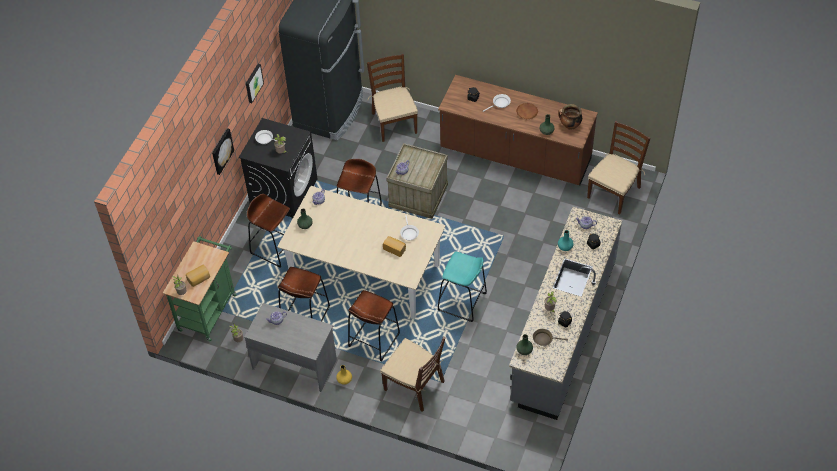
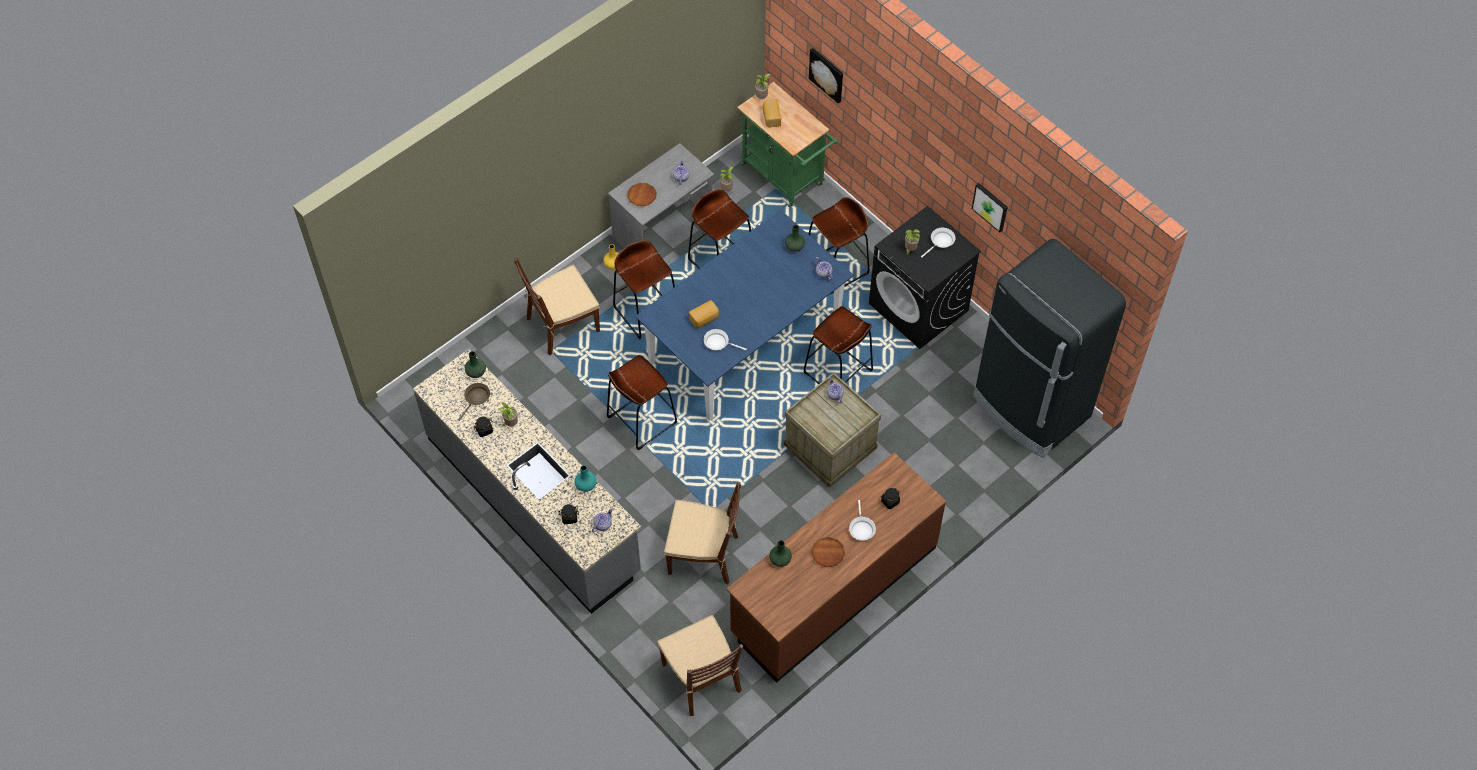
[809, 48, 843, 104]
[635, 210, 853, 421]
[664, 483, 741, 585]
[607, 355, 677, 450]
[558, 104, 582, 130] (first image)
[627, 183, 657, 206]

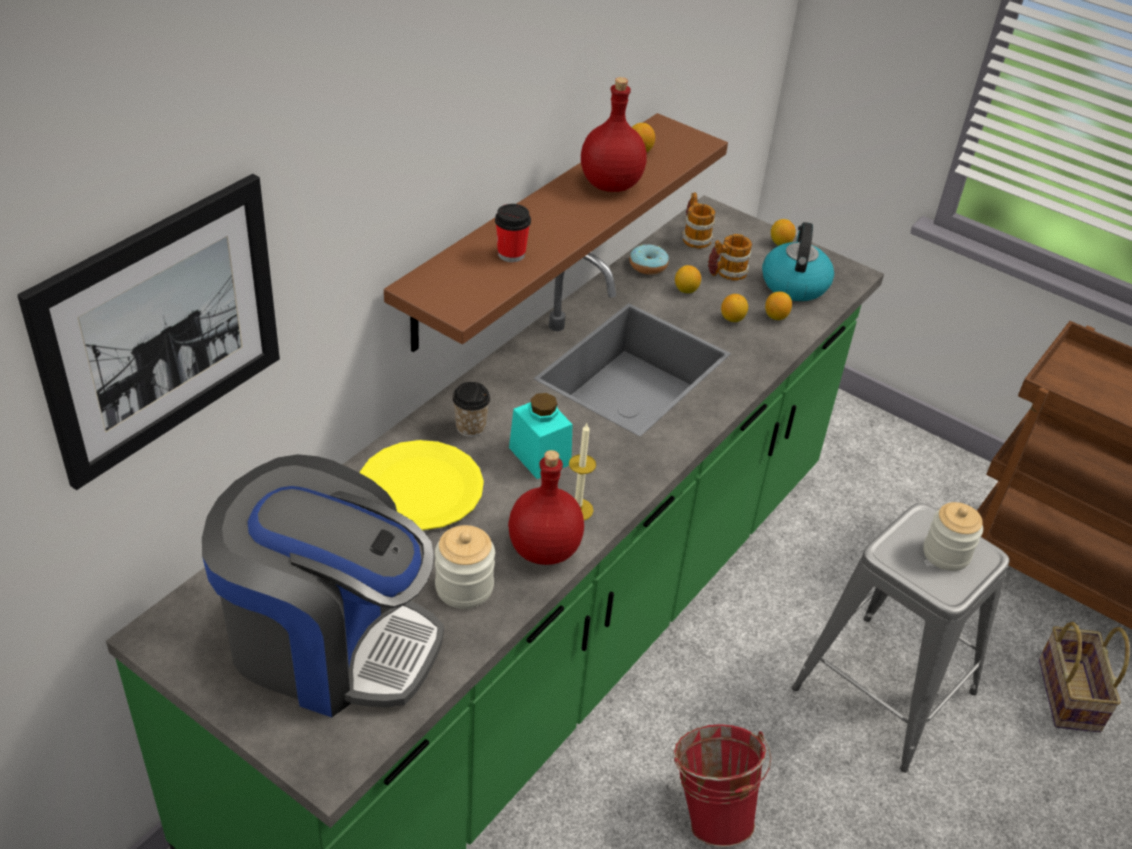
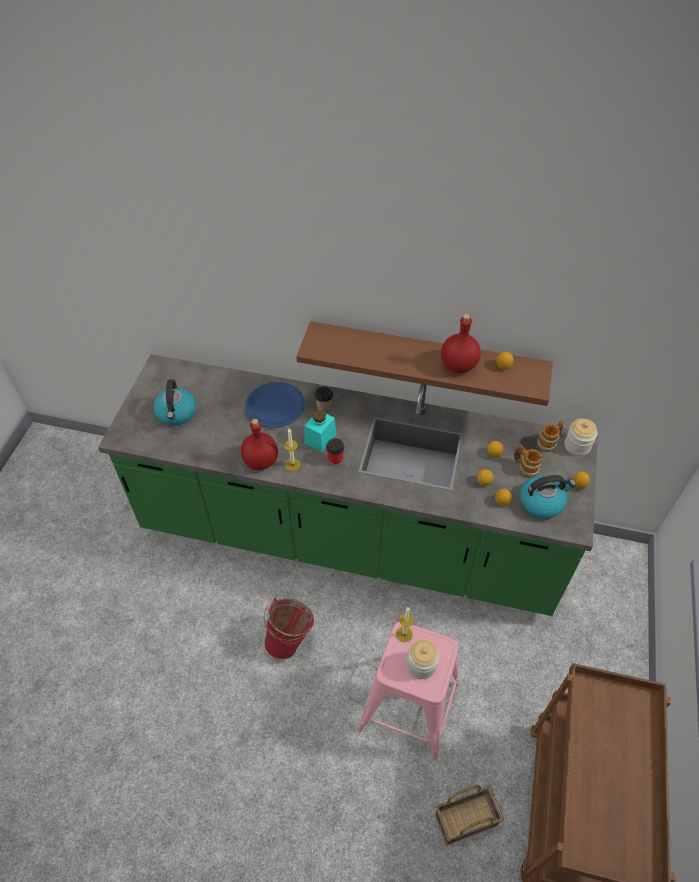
[17, 174, 280, 490] (first image)
[153, 379, 196, 425]
[245, 382, 305, 428]
[564, 418, 597, 456]
[326, 438, 344, 465]
[629, 244, 669, 275] (first image)
[358, 622, 459, 760]
[396, 607, 414, 642]

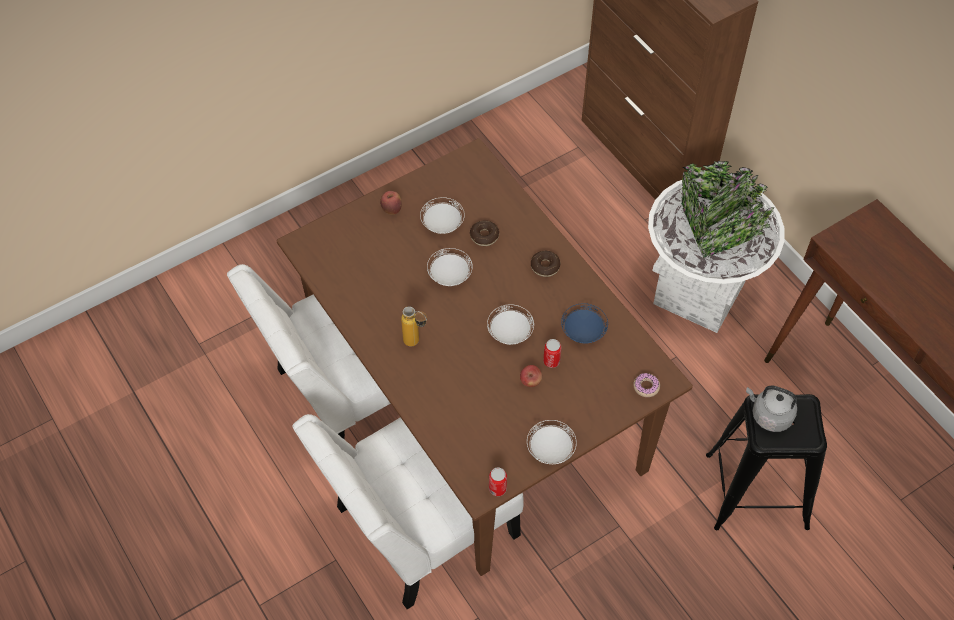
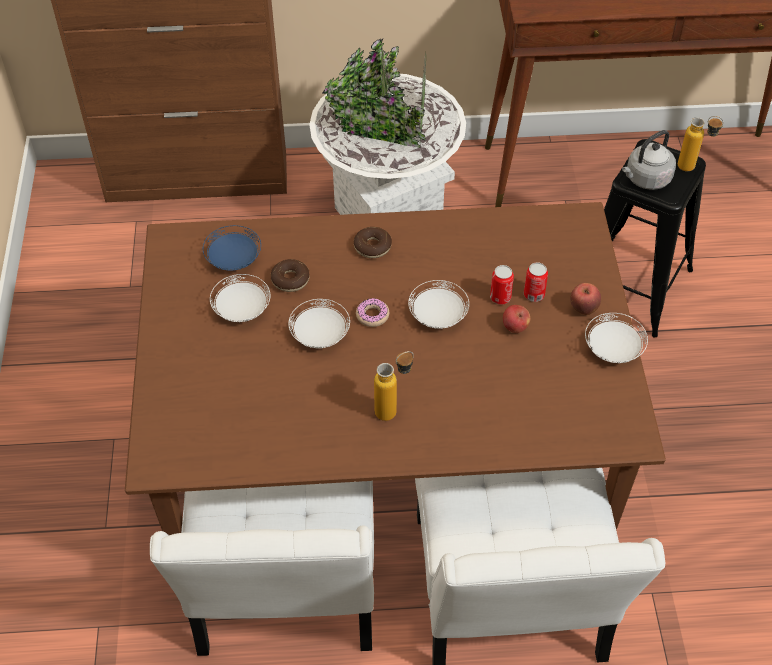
[570, 283, 601, 315]
[524, 262, 548, 302]
[203, 225, 261, 271]
[356, 298, 389, 327]
[678, 116, 724, 171]

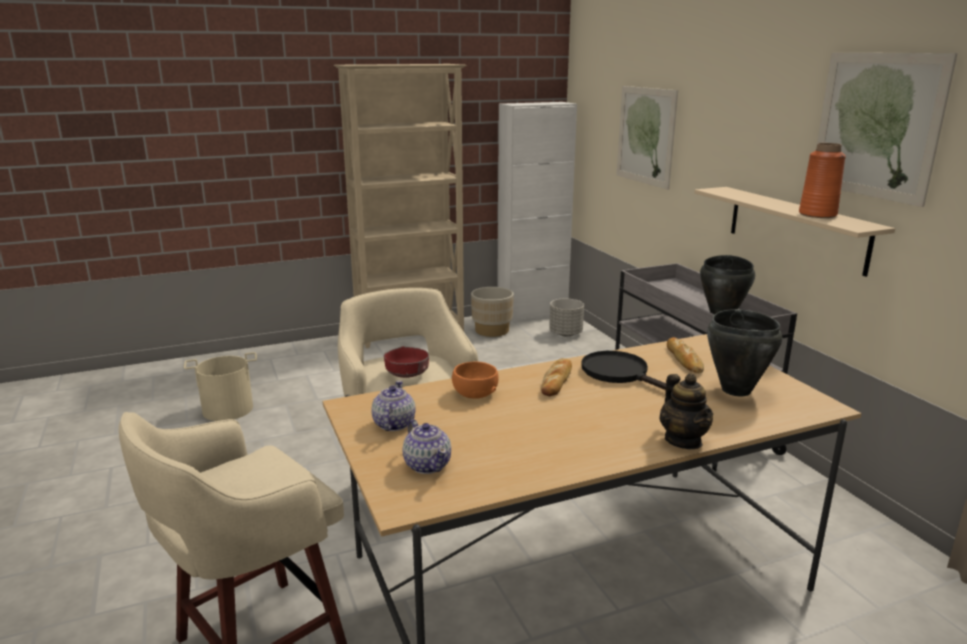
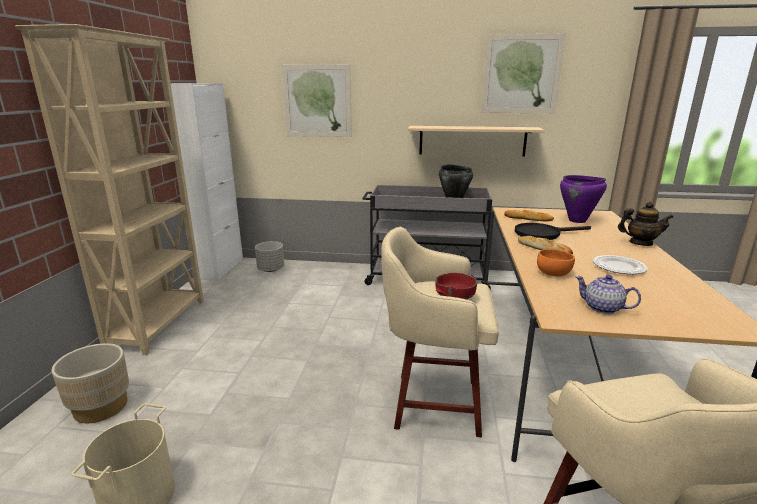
[402, 419, 451, 474] (first image)
[52, 343, 129, 423]
[560, 175, 607, 223]
[799, 143, 846, 218] (first image)
[593, 255, 648, 274]

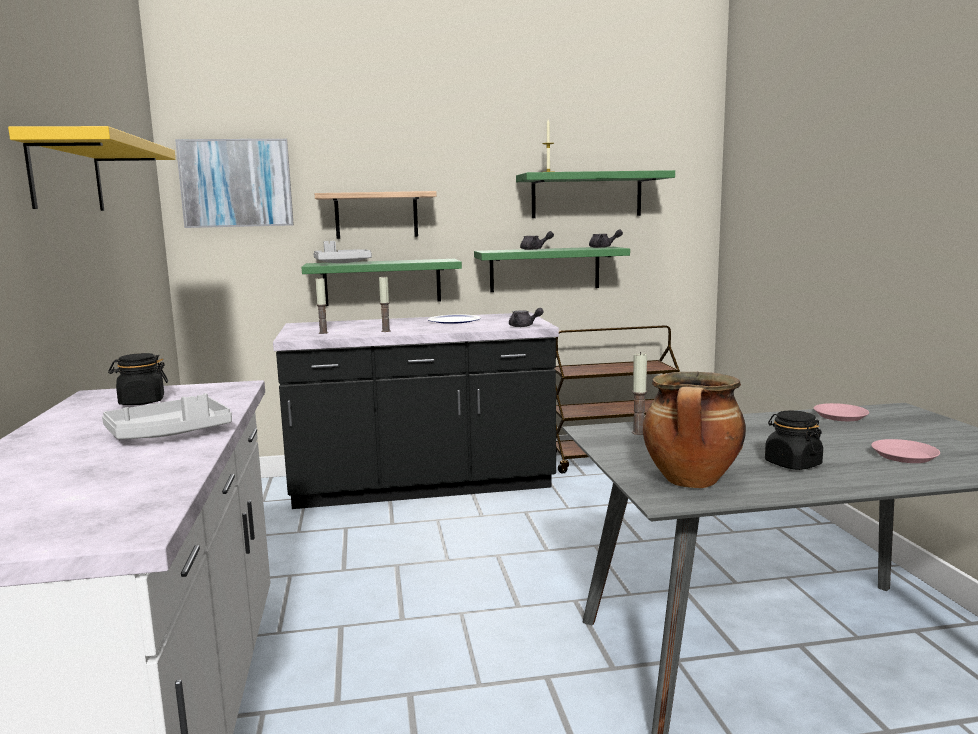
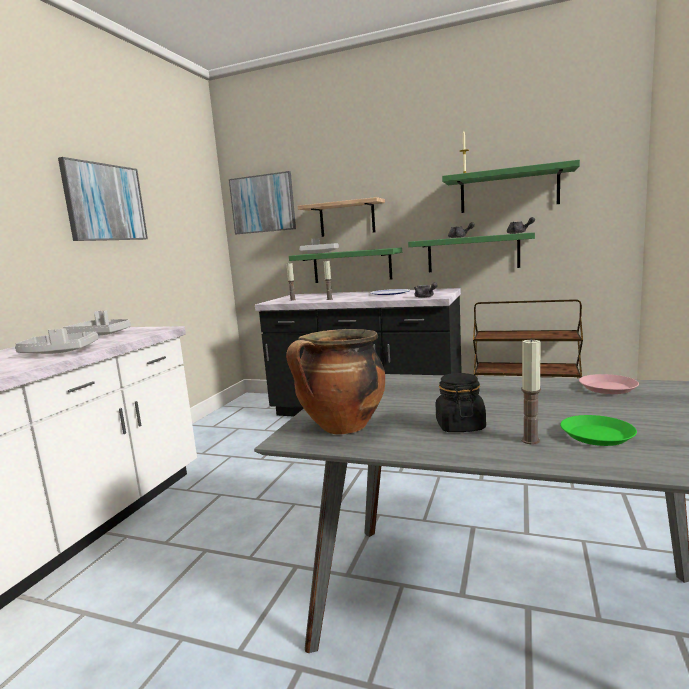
[58, 157, 148, 241]
[63, 310, 131, 335]
[521, 338, 541, 445]
[560, 415, 637, 446]

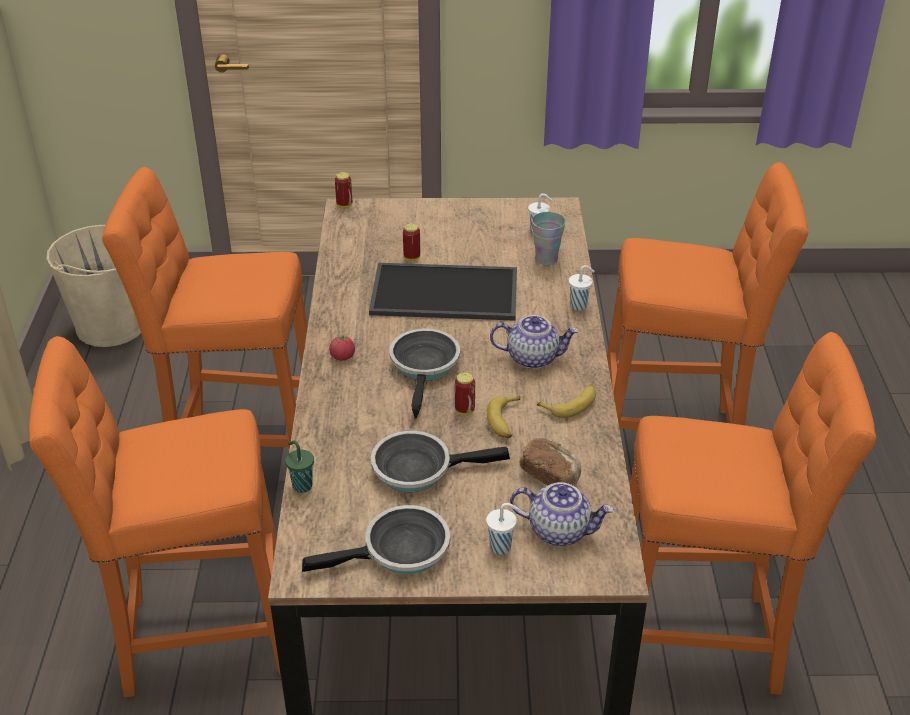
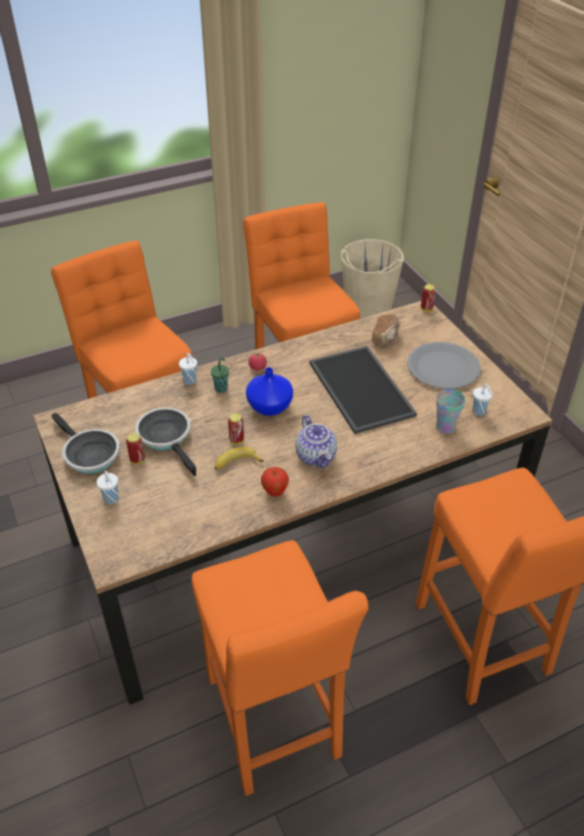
[211, 358, 229, 393]
[246, 367, 293, 416]
[126, 433, 145, 464]
[510, 482, 614, 546] (first image)
[372, 314, 400, 347]
[261, 467, 289, 496]
[179, 353, 197, 385]
[407, 342, 481, 389]

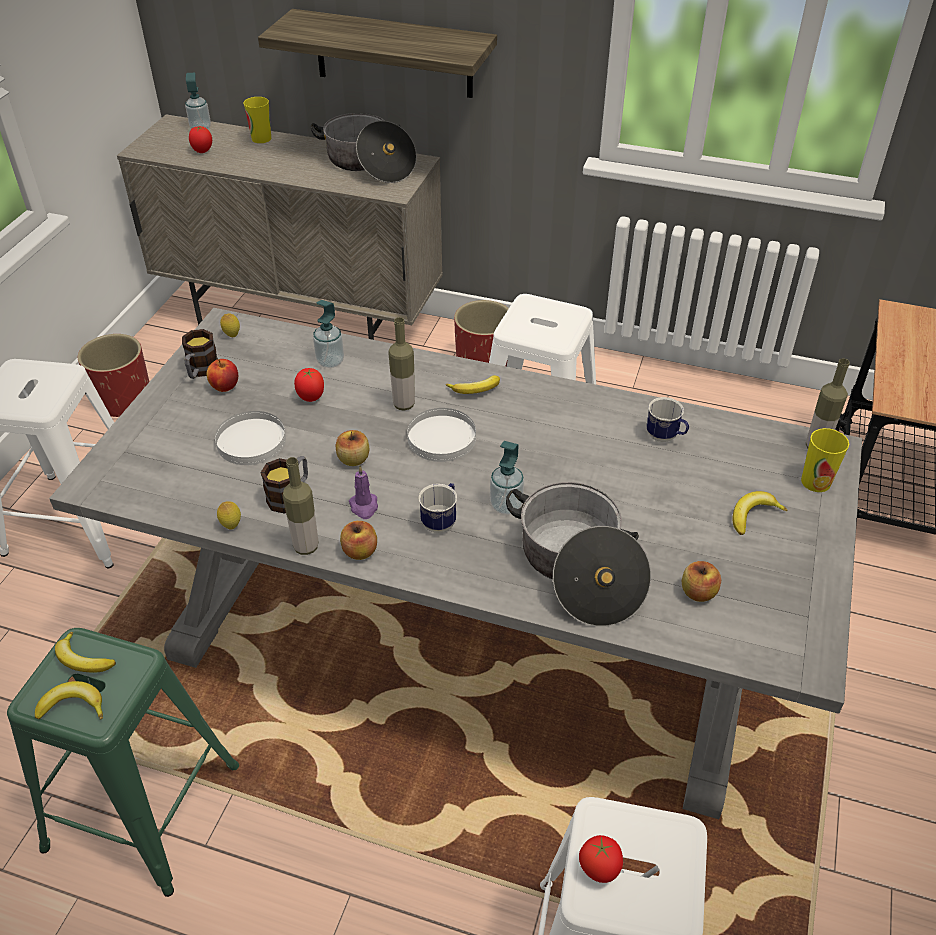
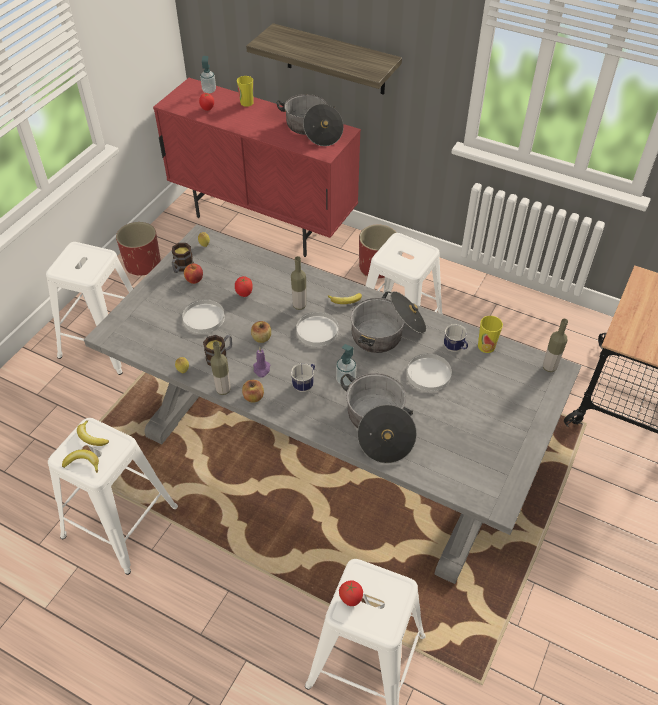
[48, 418, 178, 575]
[153, 78, 361, 257]
[313, 300, 344, 368] (first image)
[682, 561, 721, 602] (first image)
[733, 491, 787, 535] (first image)
[478, 316, 503, 353]
[350, 291, 426, 353]
[407, 353, 452, 392]

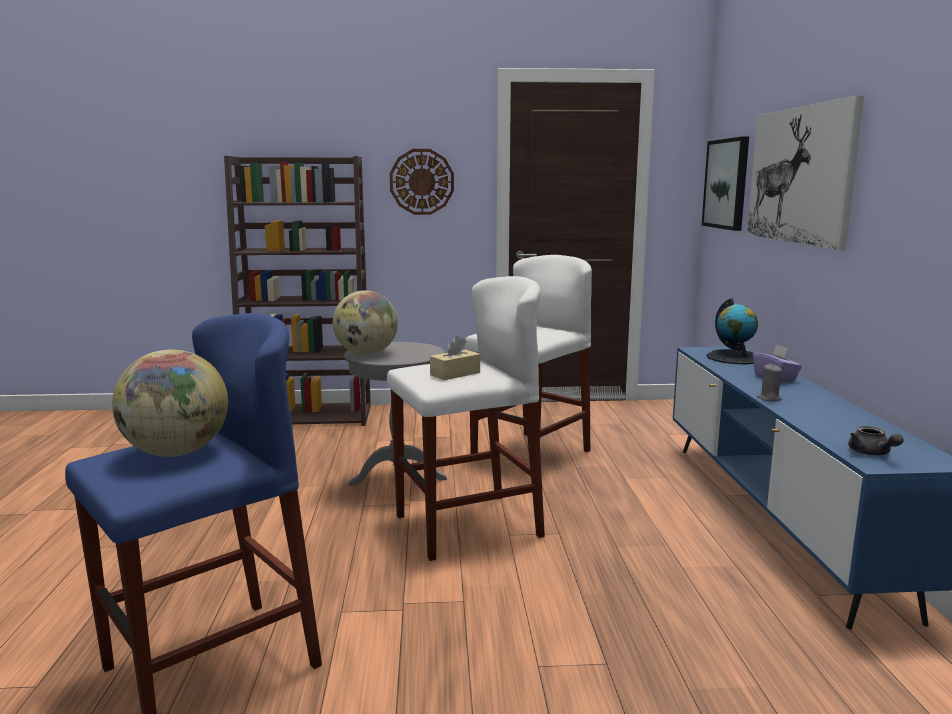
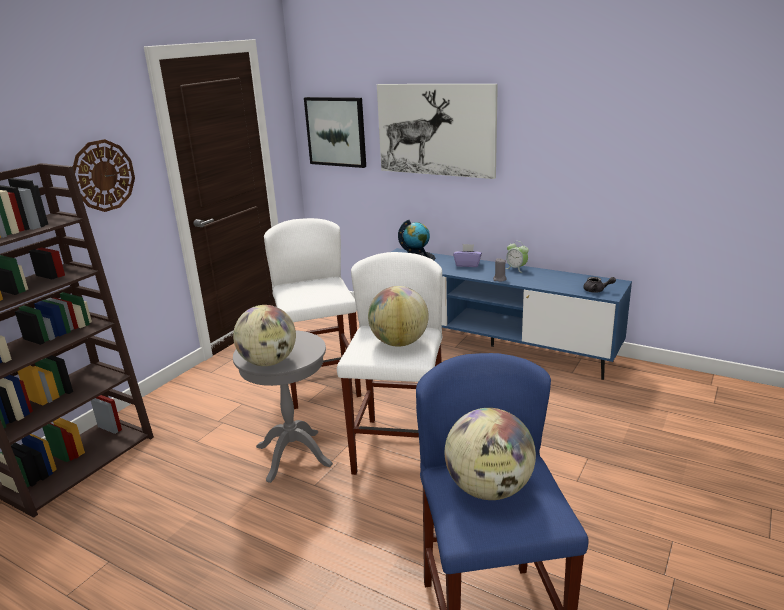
[368, 286, 429, 347]
[506, 241, 529, 273]

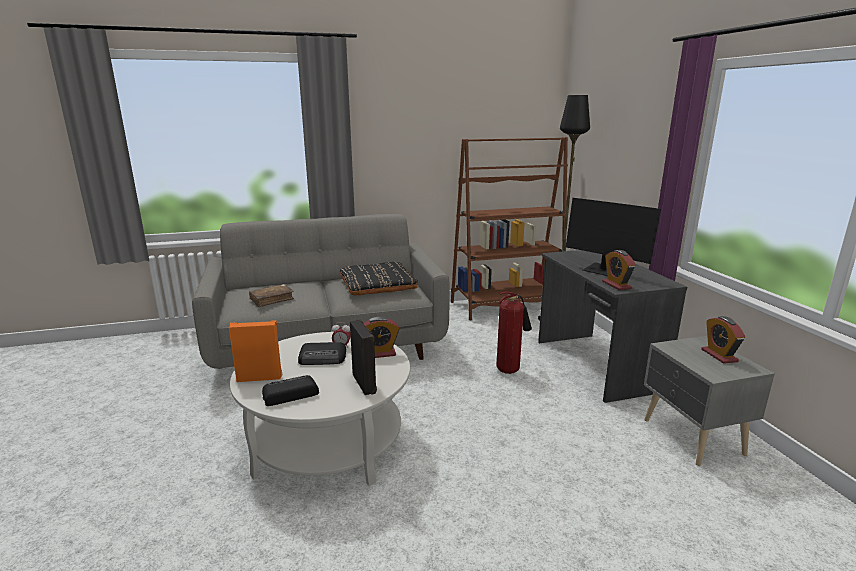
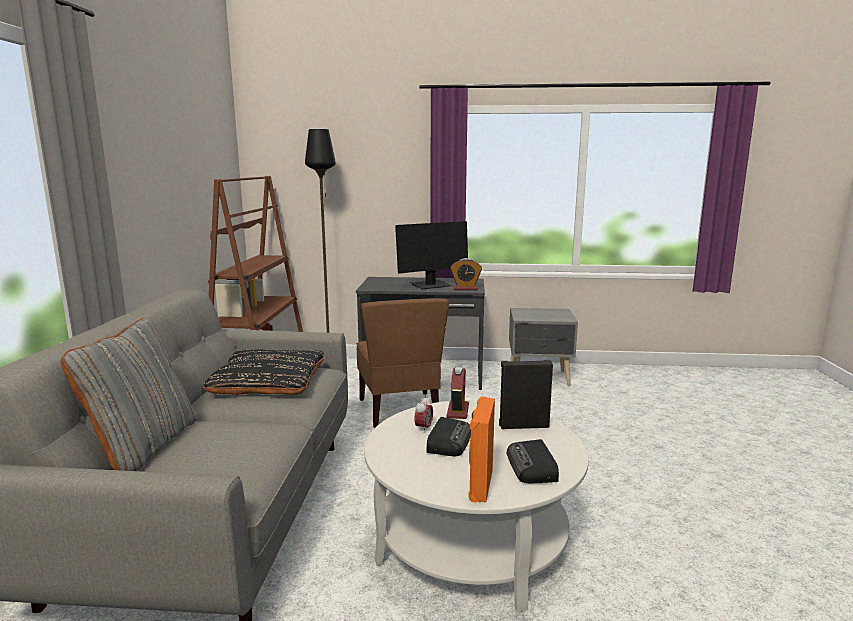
[249, 284, 294, 307] (first image)
[356, 298, 449, 428]
[701, 316, 745, 364] (first image)
[61, 318, 198, 471]

